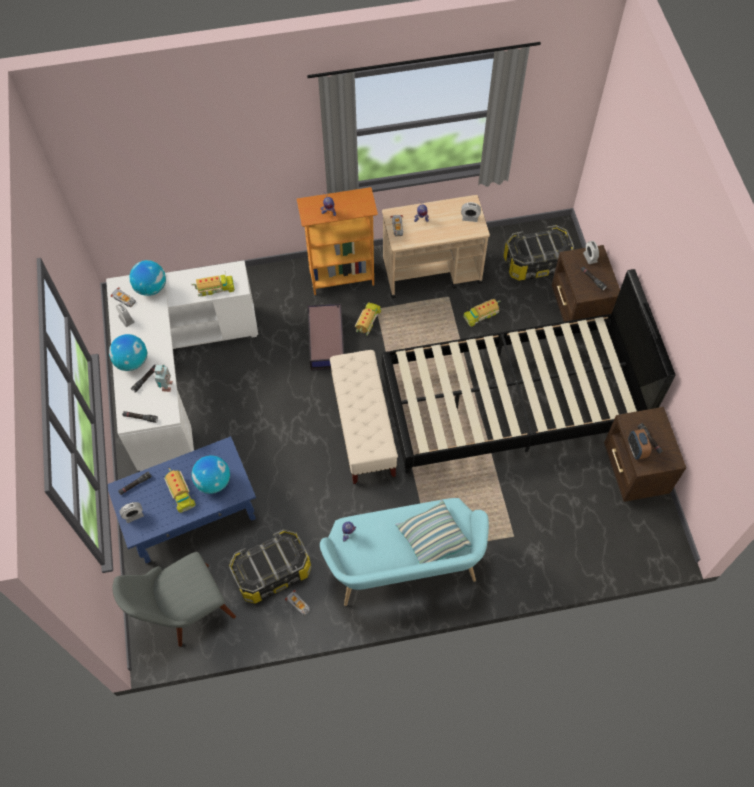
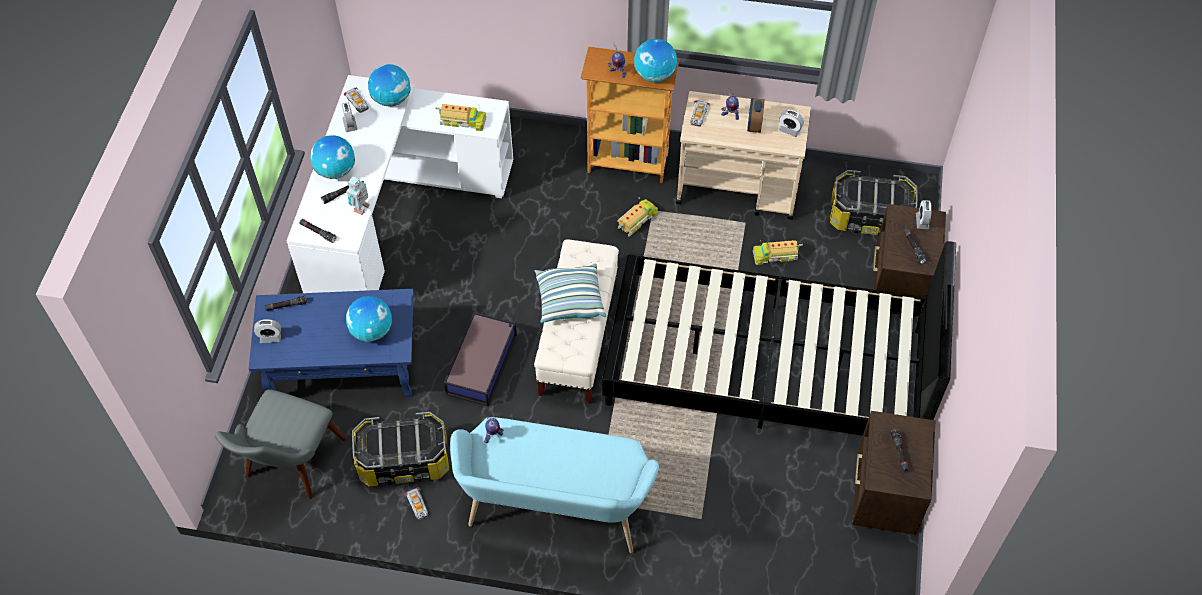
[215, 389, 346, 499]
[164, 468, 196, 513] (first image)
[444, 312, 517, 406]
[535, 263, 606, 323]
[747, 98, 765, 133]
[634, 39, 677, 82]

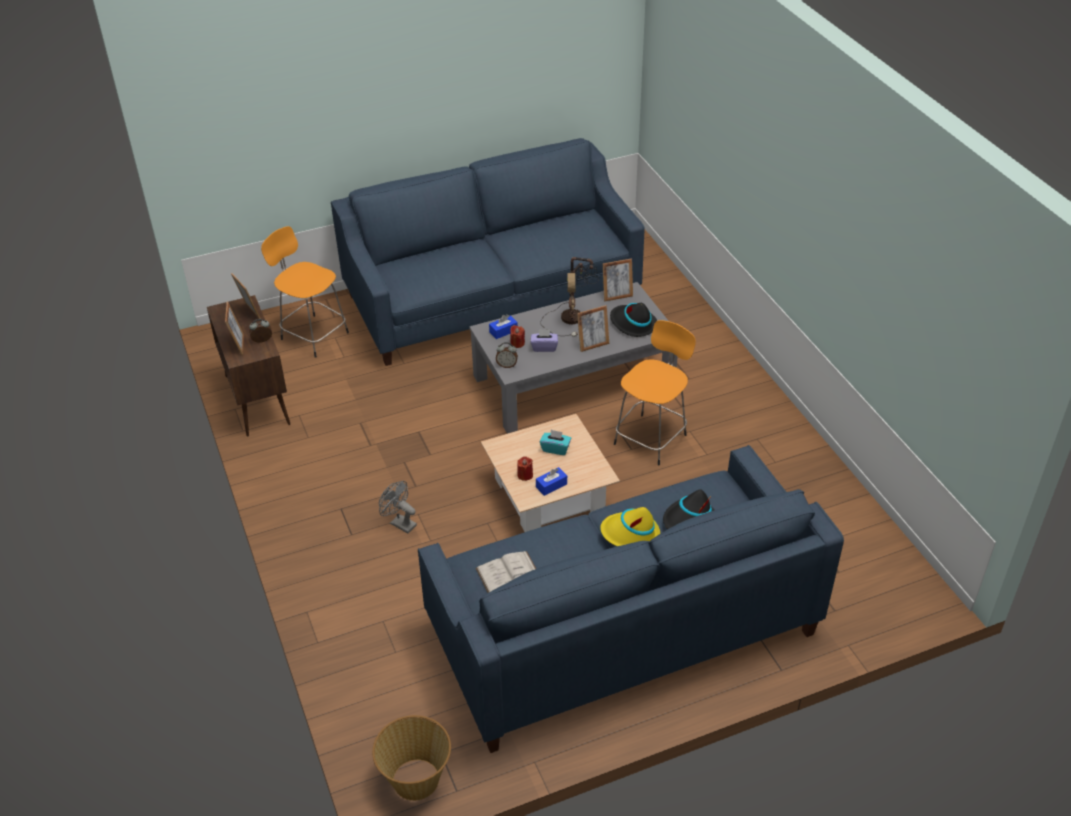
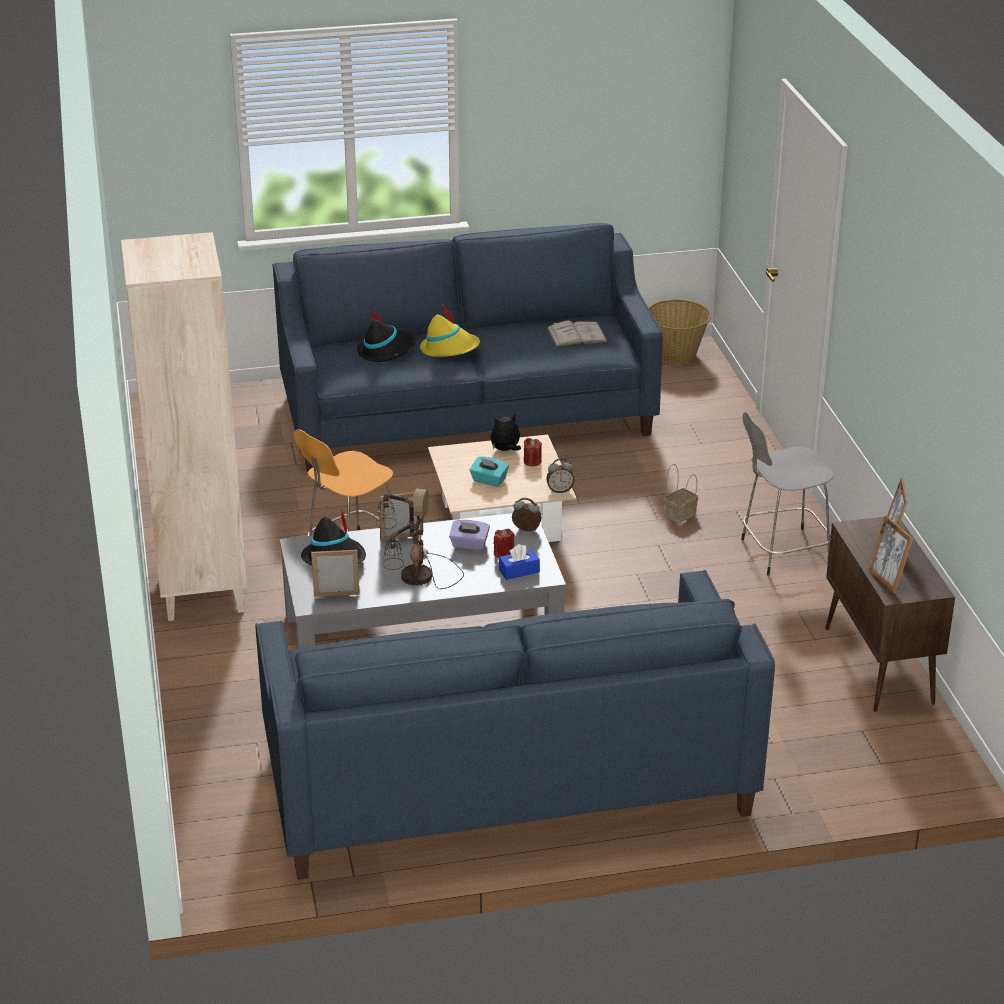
[546, 458, 575, 493]
[261, 226, 349, 358] (first image)
[664, 464, 698, 523]
[490, 414, 521, 451]
[121, 232, 247, 621]
[741, 412, 834, 575]

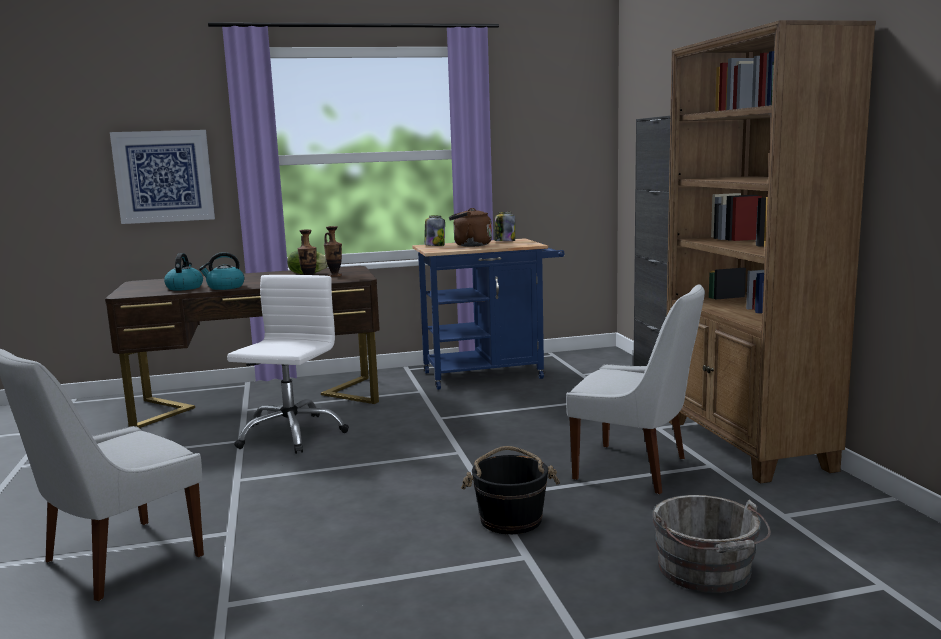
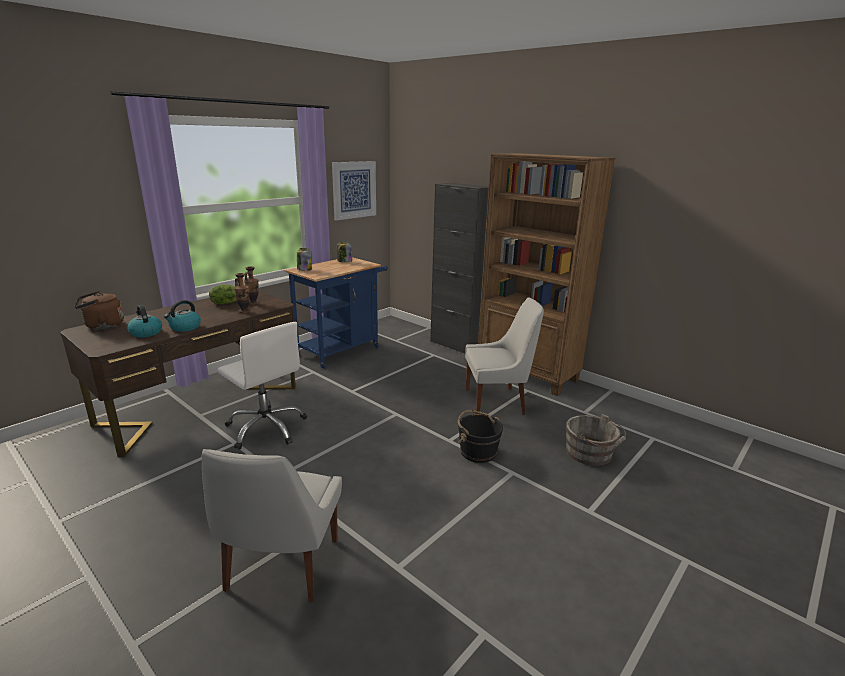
[332, 161, 376, 220]
[217, 322, 307, 450]
[75, 291, 124, 329]

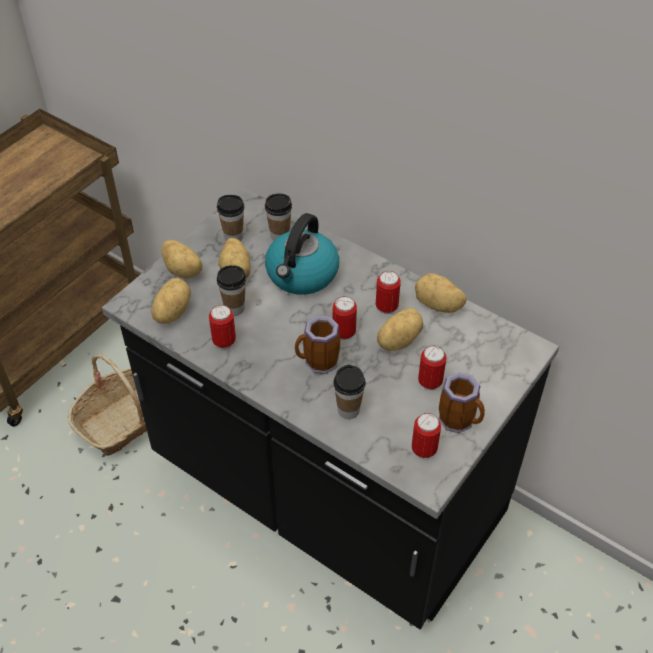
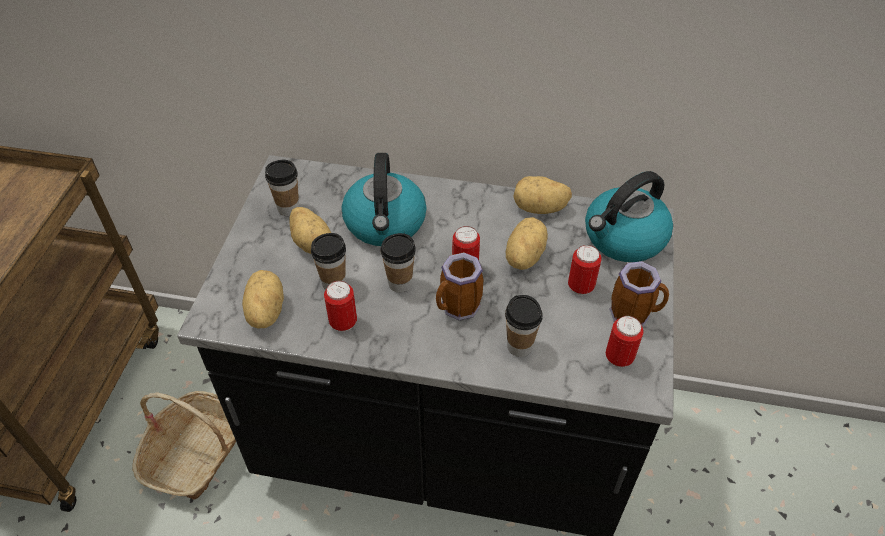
[162, 240, 202, 278] (first image)
[380, 233, 416, 293]
[376, 271, 401, 314] (first image)
[585, 171, 673, 262]

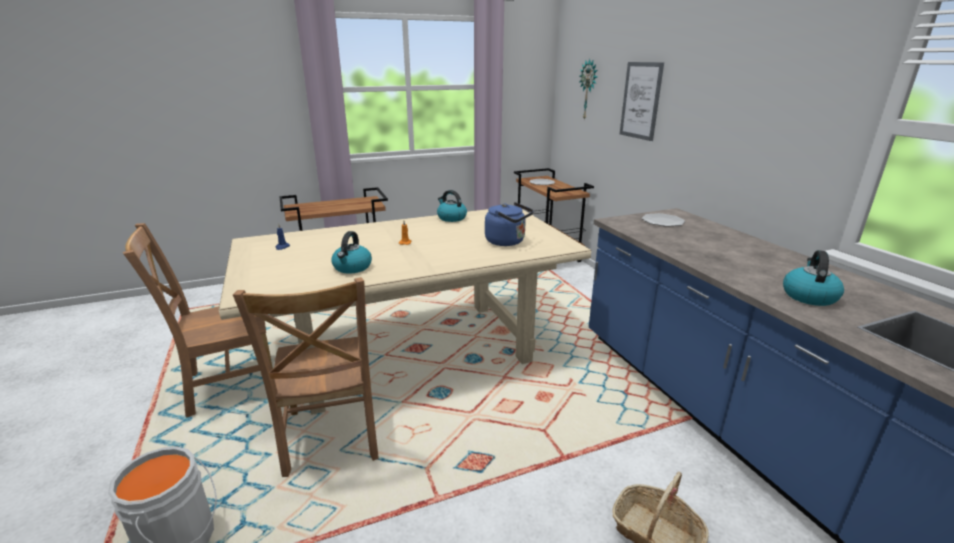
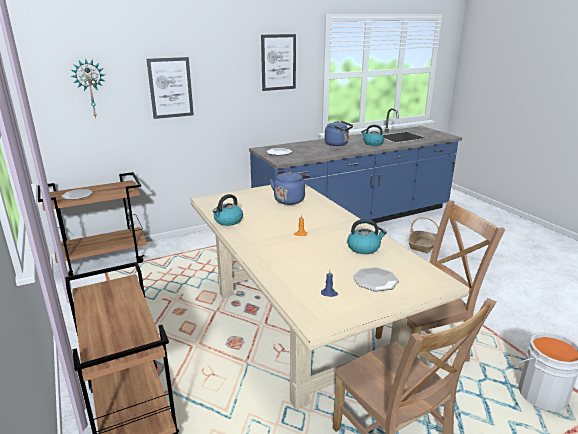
[261, 34, 296, 91]
[325, 121, 353, 146]
[353, 267, 399, 291]

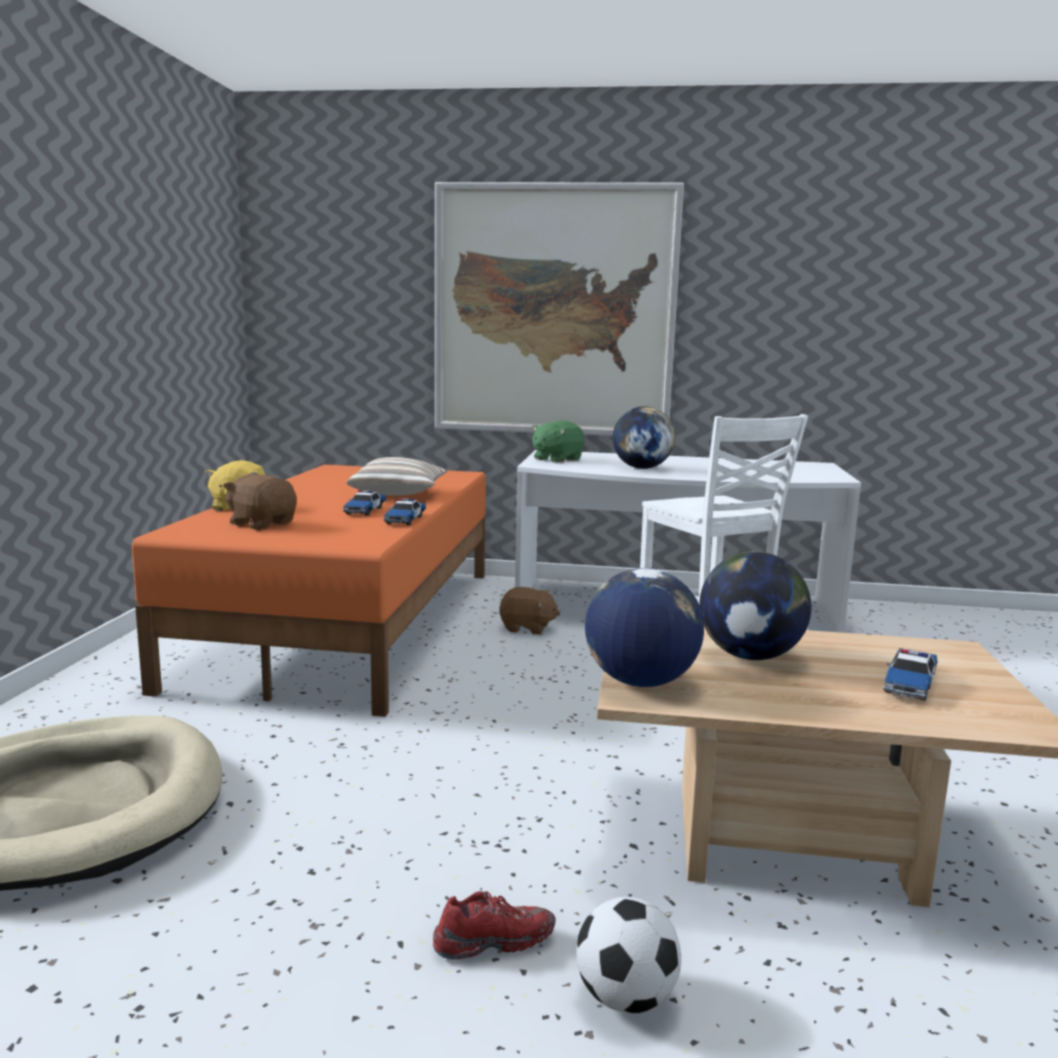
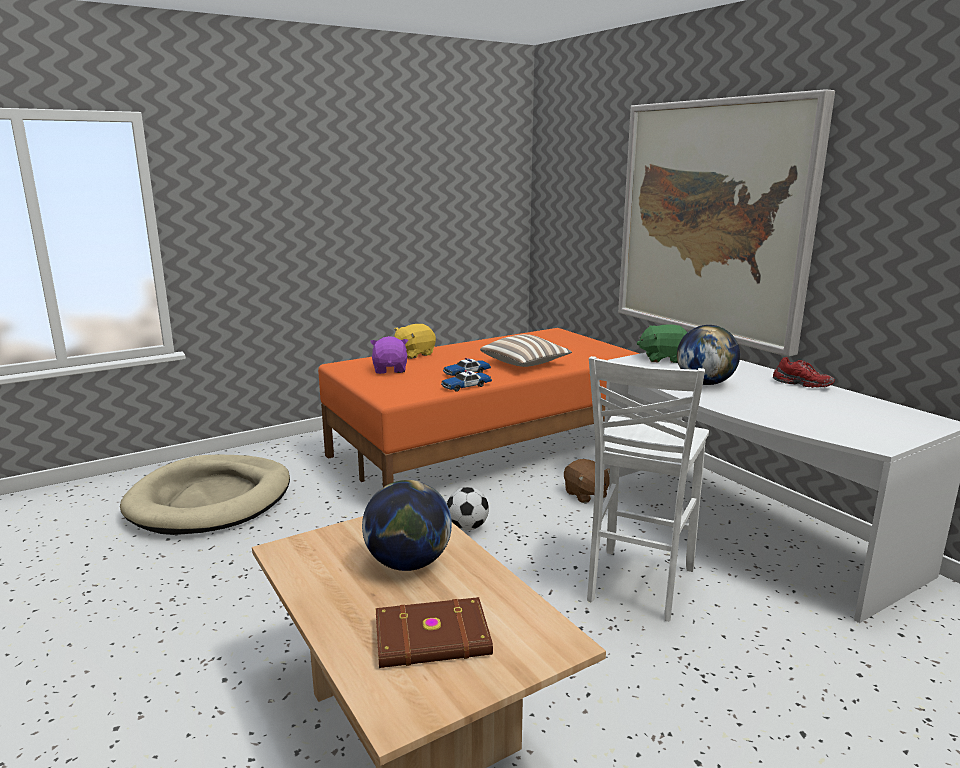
[370, 336, 408, 374]
[773, 357, 835, 388]
[447, 487, 489, 530]
[585, 568, 704, 687] (first image)
[376, 597, 493, 668]

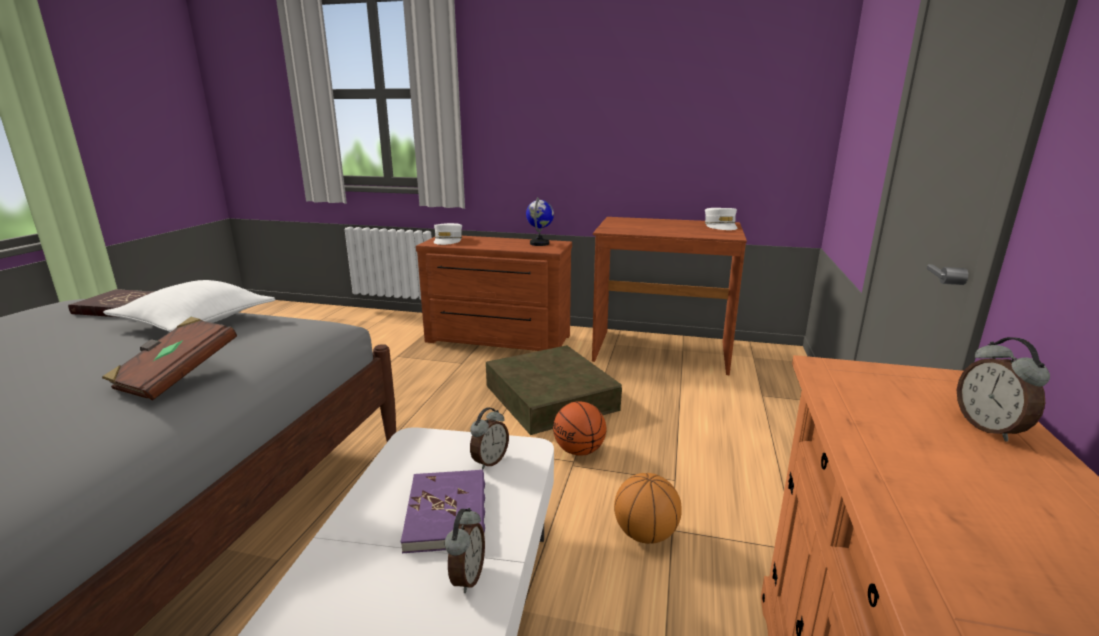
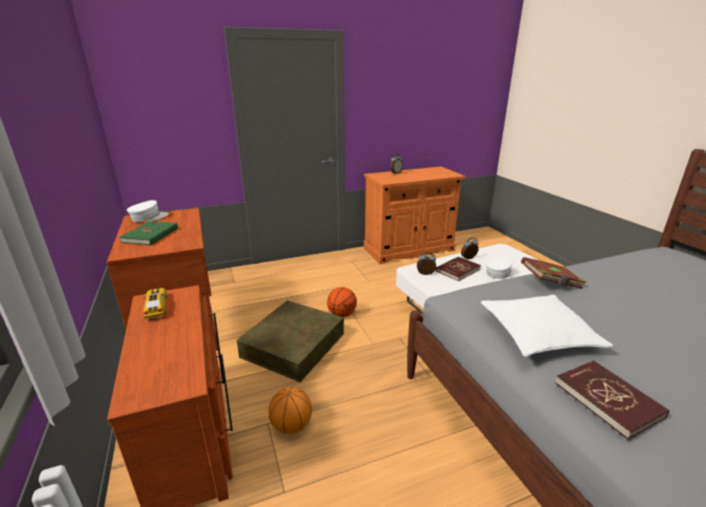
[436, 257, 481, 281]
[486, 257, 515, 279]
[143, 288, 167, 319]
[268, 387, 312, 434]
[119, 221, 178, 245]

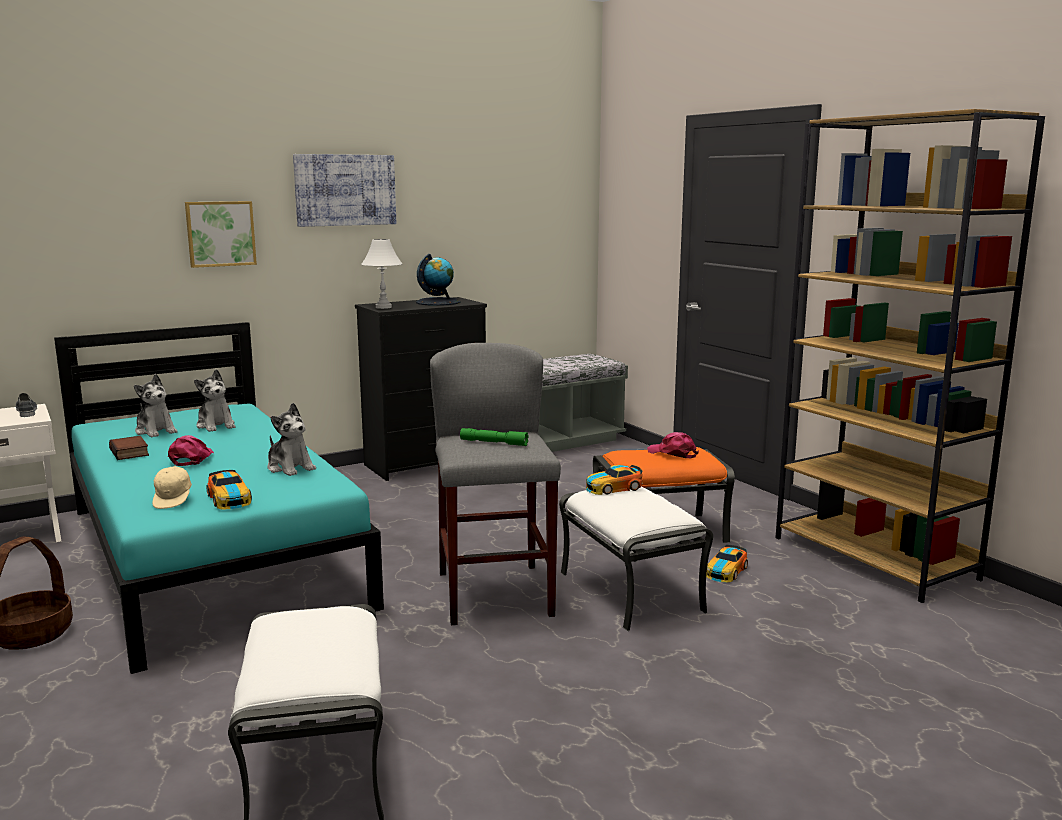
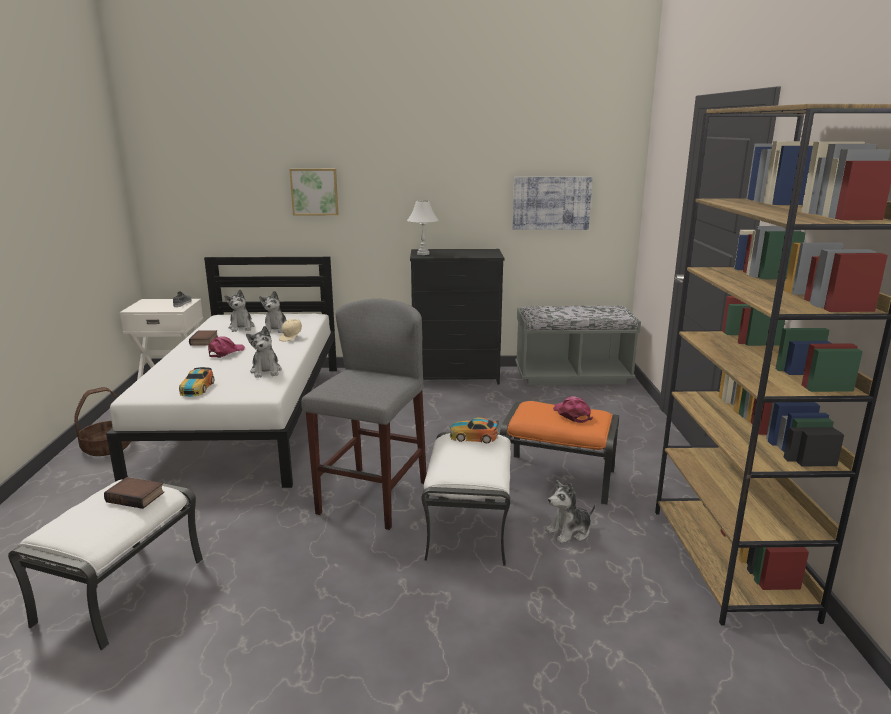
[106, 256, 337, 488]
[279, 319, 302, 341]
[512, 177, 593, 230]
[416, 254, 461, 306] (first image)
[460, 428, 529, 446] (first image)
[546, 480, 596, 544]
[104, 477, 164, 509]

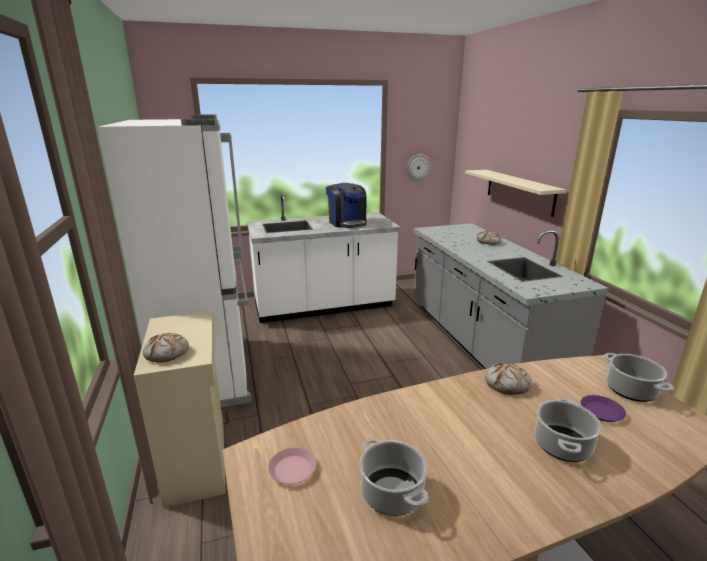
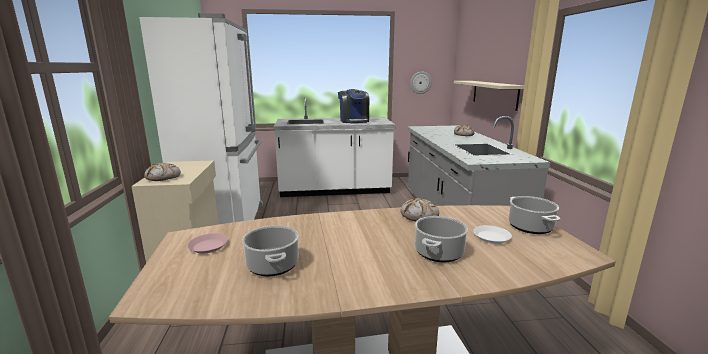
[473, 225, 512, 244]

